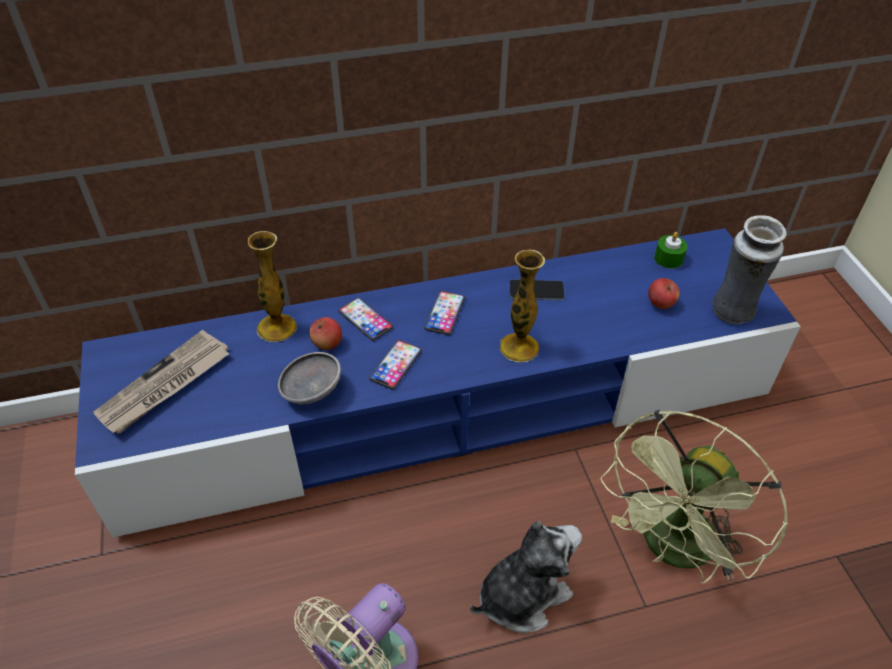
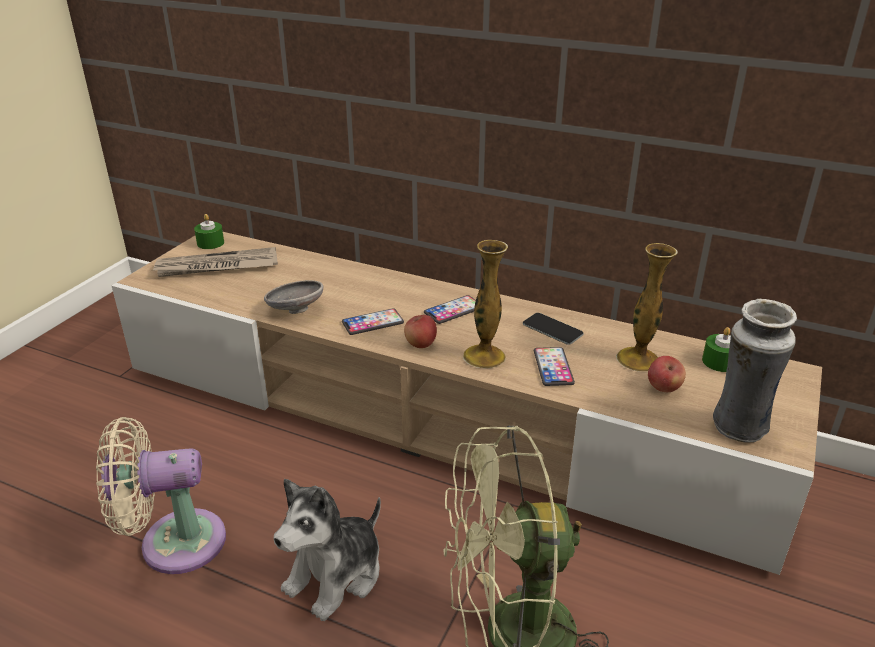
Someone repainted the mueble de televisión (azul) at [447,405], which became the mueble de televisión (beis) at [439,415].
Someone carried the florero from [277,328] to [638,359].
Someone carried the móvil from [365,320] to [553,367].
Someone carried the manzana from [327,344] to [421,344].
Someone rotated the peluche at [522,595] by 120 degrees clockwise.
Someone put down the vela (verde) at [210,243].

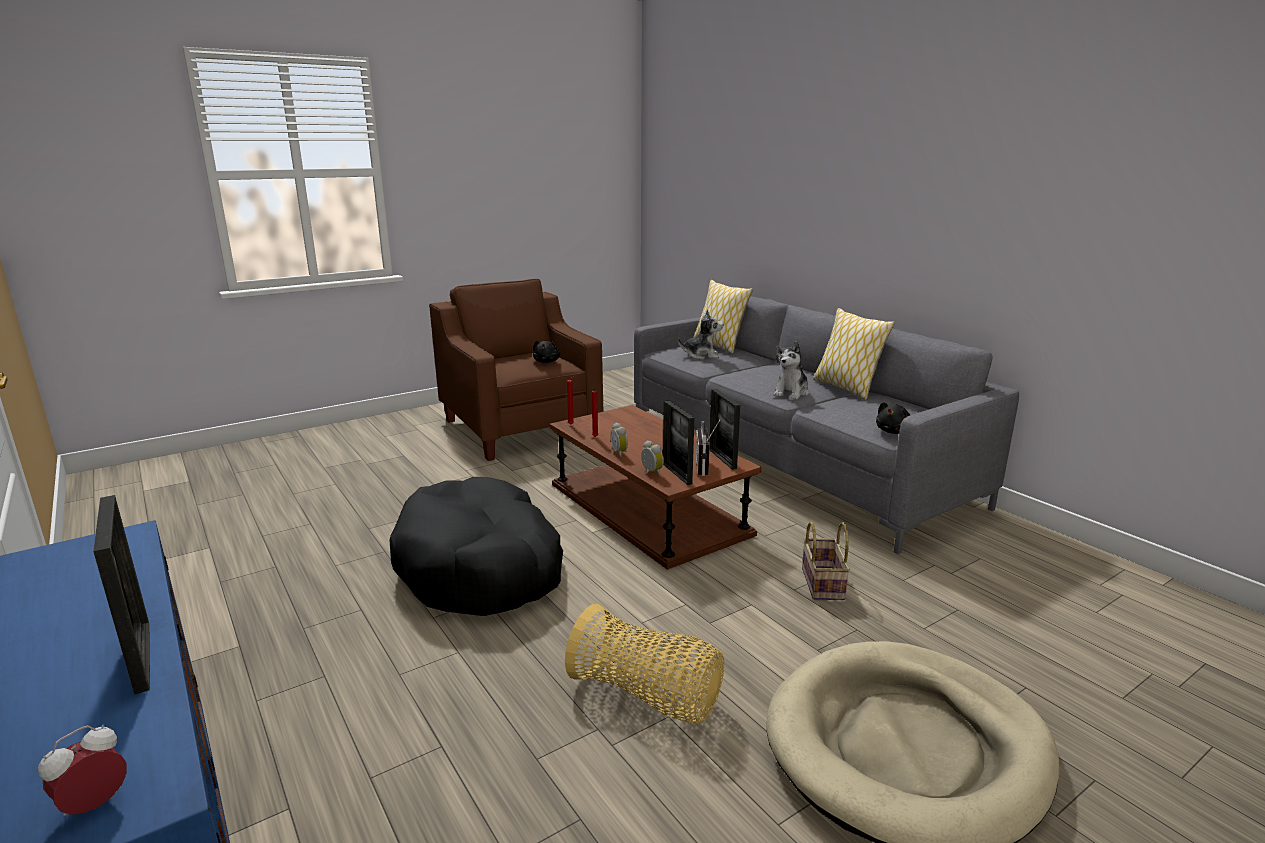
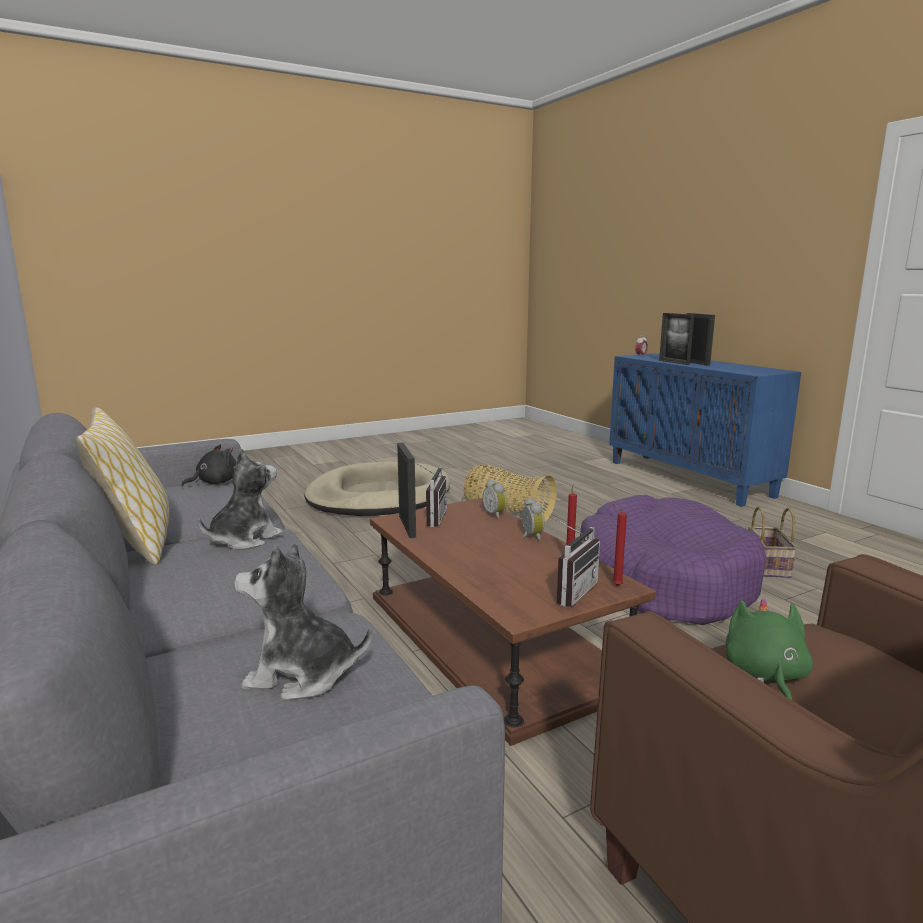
Someone took away the cojín at [719,346].
Someone repainted the peluche (negro) at [547,361], which became the peluche (verde) at [764,676].
Someone carried the portarretratos from [677,473] to [695,363].
Someone repainted the cama para perro (negro) at [481,567], which became the cama para perro (morado) at [664,580].
Someone carried the cesta from [821,582] to [769,566].
Someone put down the radio at [570,591].

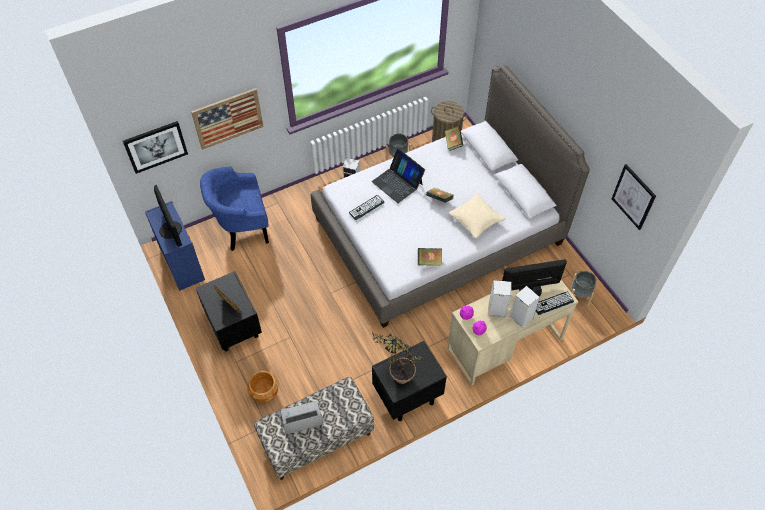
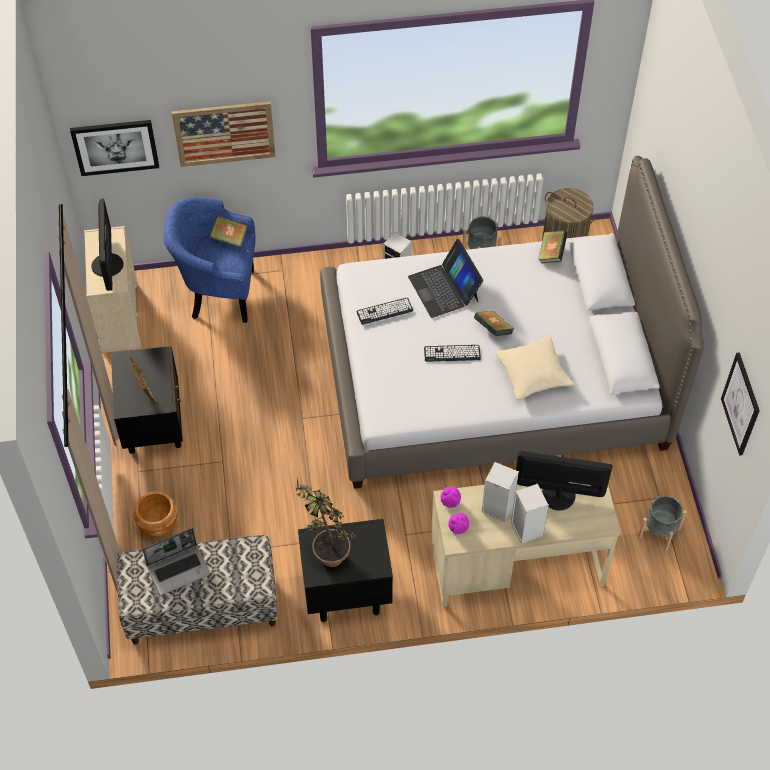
Someone repainted the cómoda (azul) at [182,263], which became the cómoda (beis) at [120,317].
Someone carried the libro from [429,261] to [229,238].
Someone carried the teclado from [553,303] to [452,353].
Someone rotated the portátil at [301,419] by 150 degrees clockwise.

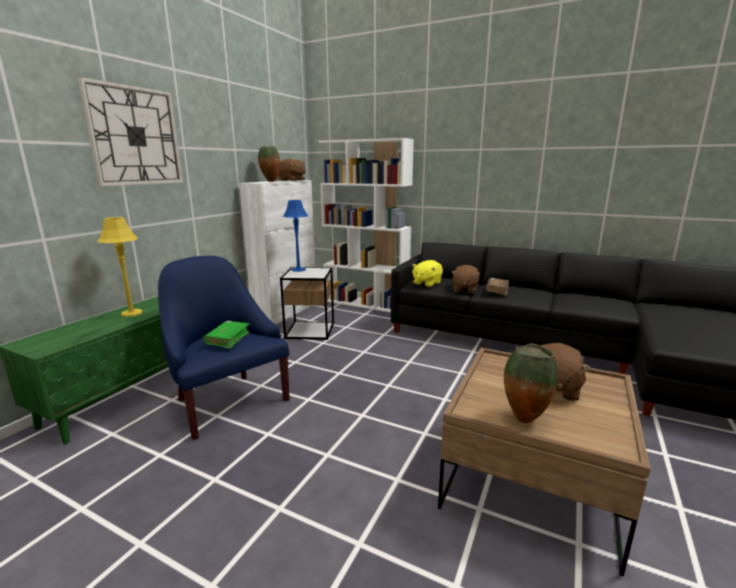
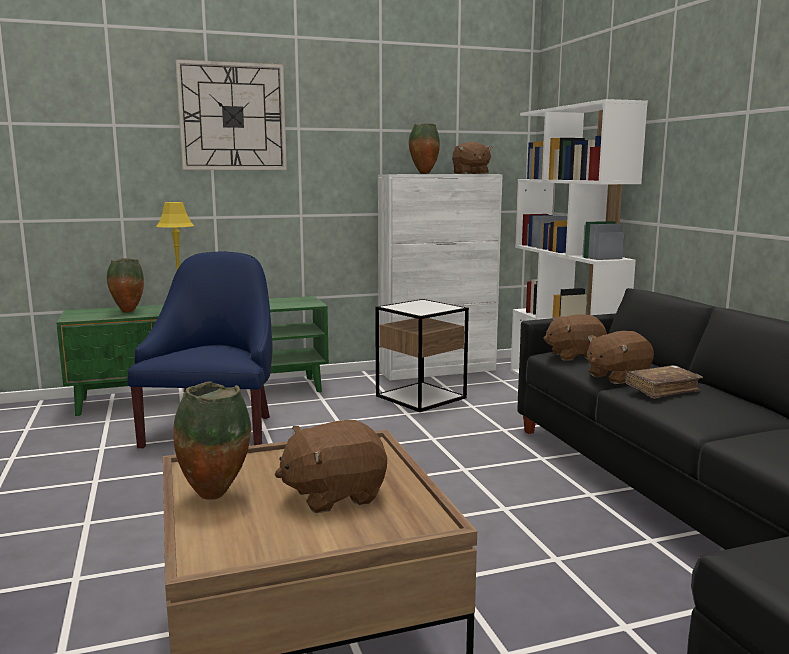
Someone took away the lámpara de mesa (azul) at [298,269].
Someone repainted the peluche (amarillo) at [426,283], which became the peluche (marrón) at [574,356].
Someone took away the libro (verde) at [228,339].
Someone put down the florero at [127,311].

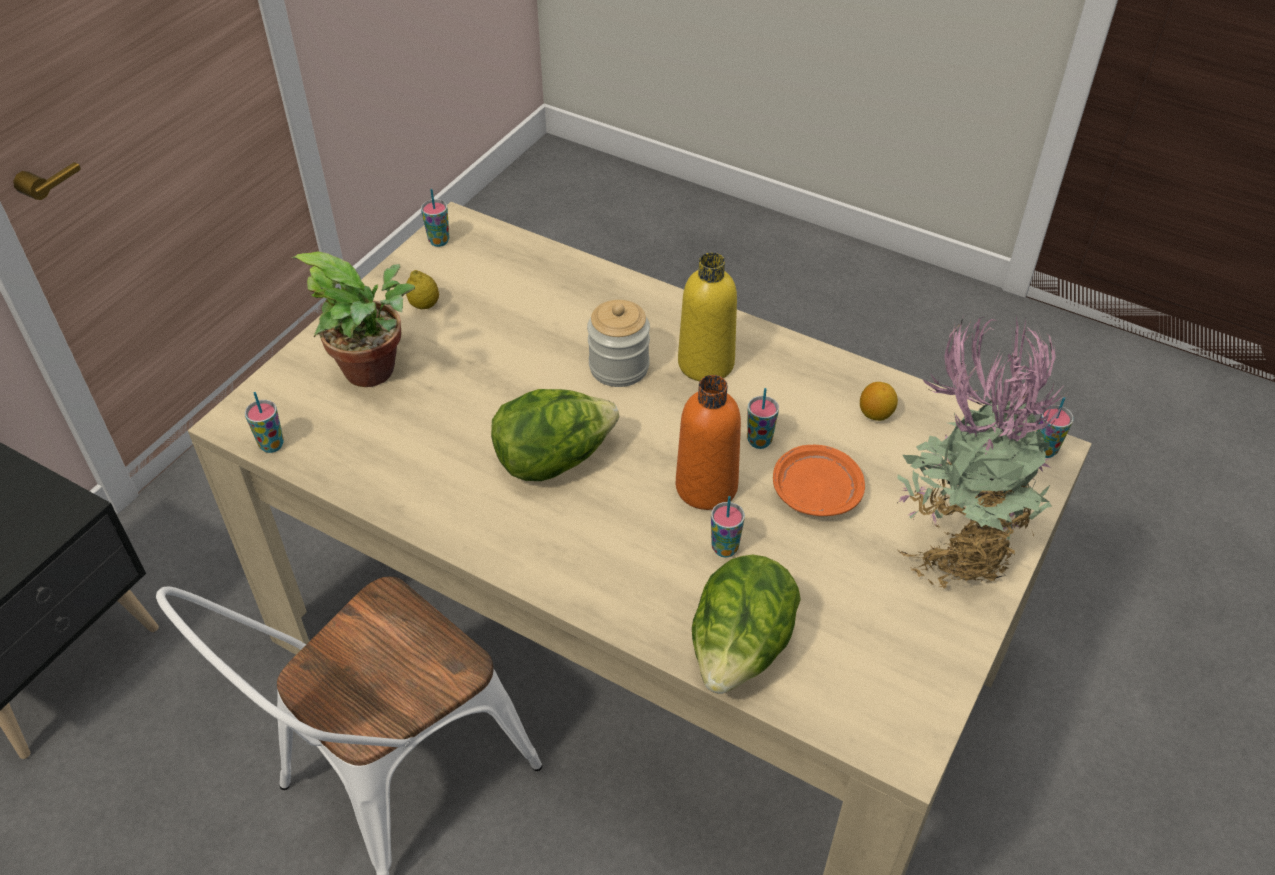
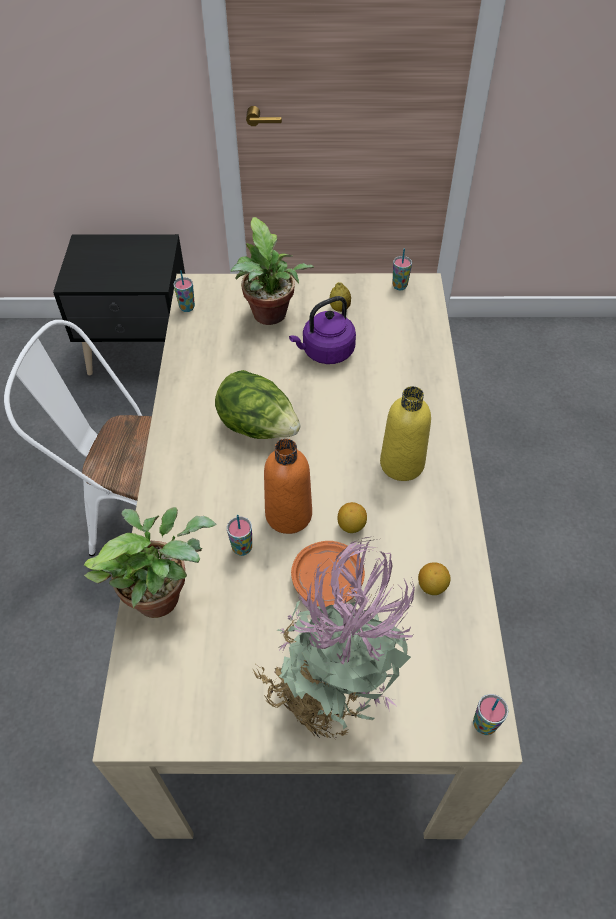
Someone took away the tarro at [619,367].
Someone swapped the taza at [759,441] for the limón at [351,526].
Someone swapped the lechuga at [740,650] for the planta en maceta at [163,594].
Someone put down the hervidor (morado) at [325,352].

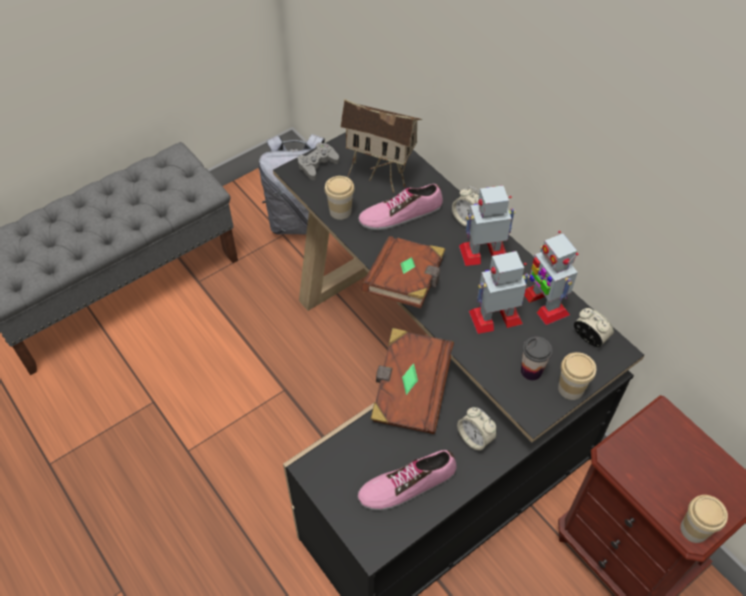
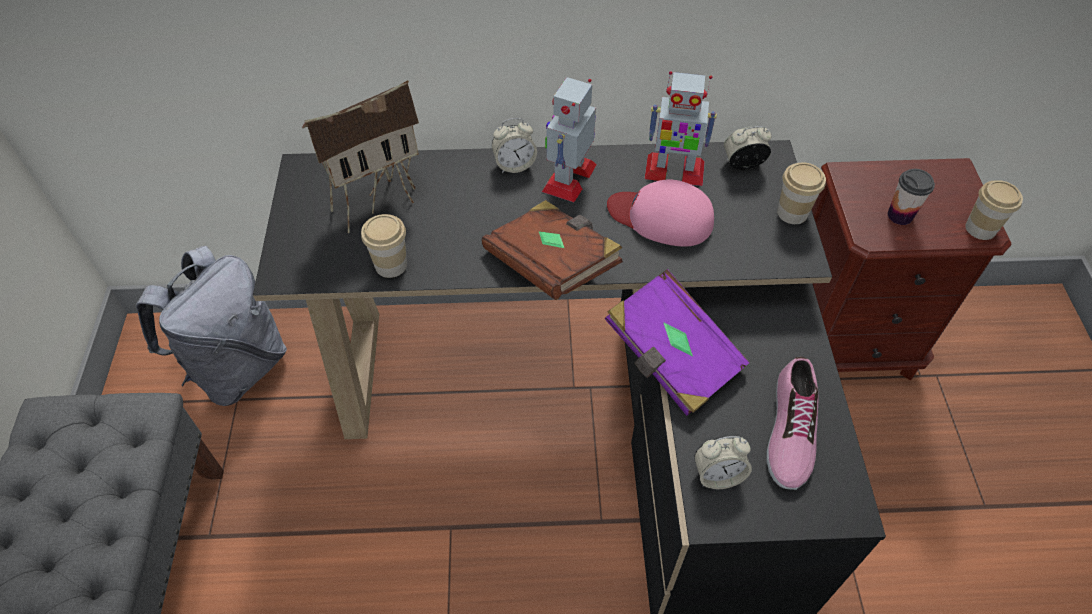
Someone took away the mando de consola (gris) at [317,164].
Someone took away the zapato at [400,214].
Someone swapped the robot de juguete at [496,317] for the gorra (rosa) at [661,217].
Someone repainted the libro (marrón) at [409,391], which became the libro (morado) at [671,357].
Someone carried the taza from [531,371] to [900,215].
Someone carried the despertador from [475,438] to [717,475].

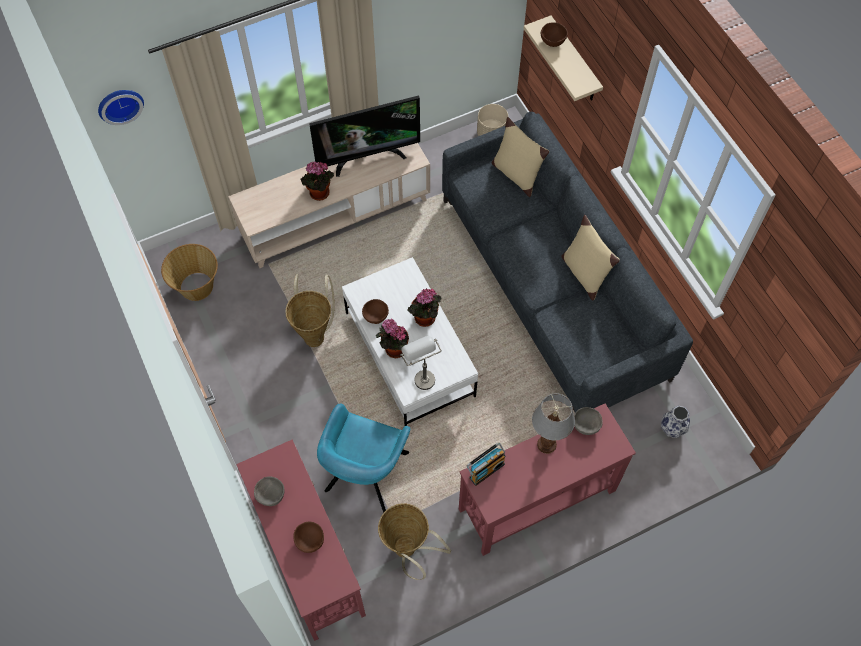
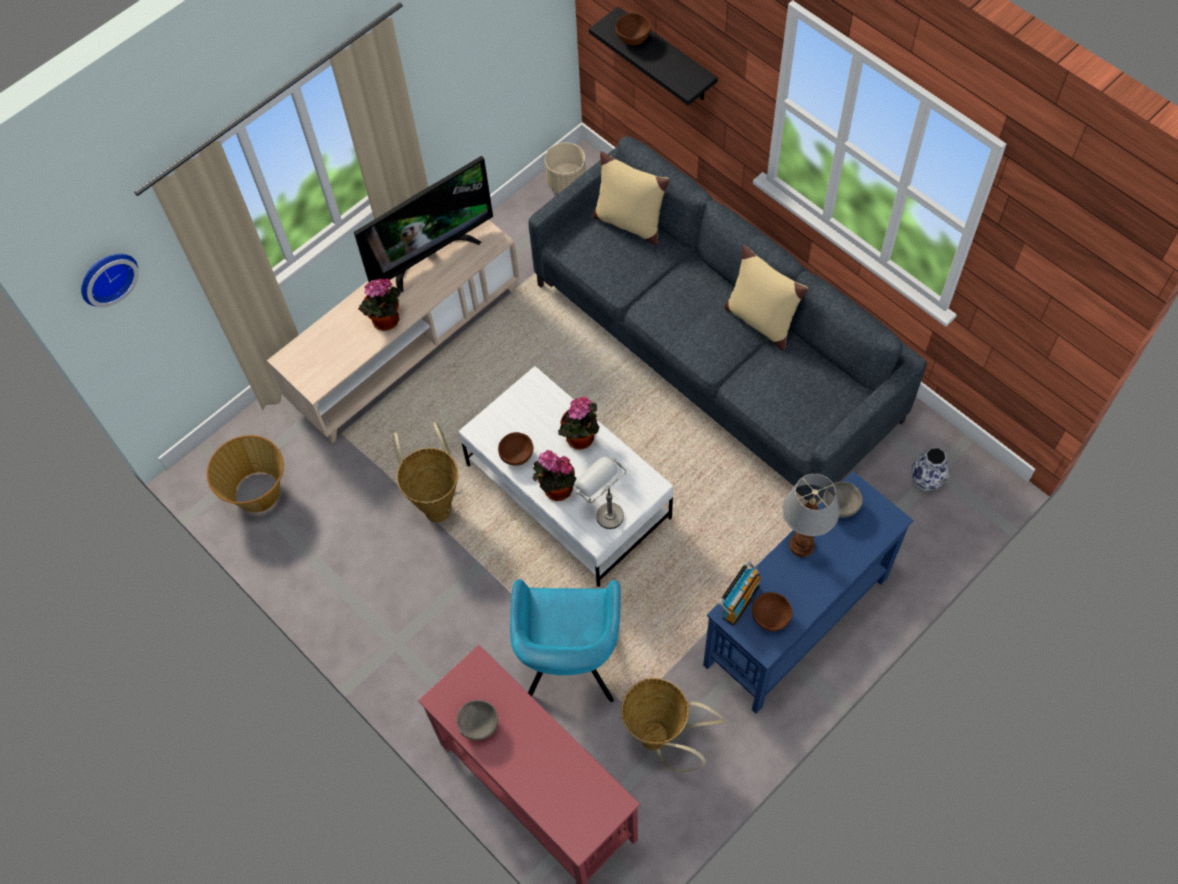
Someone repainted the estante (beis) at [574,61], which became the estante (negro) at [666,56].
Someone repainted the mesa consola (rojo) at [536,499], which became the mesa consola (azul) at [795,621].
Someone carried the cuenco (marrón) from [309,541] to [770,618].

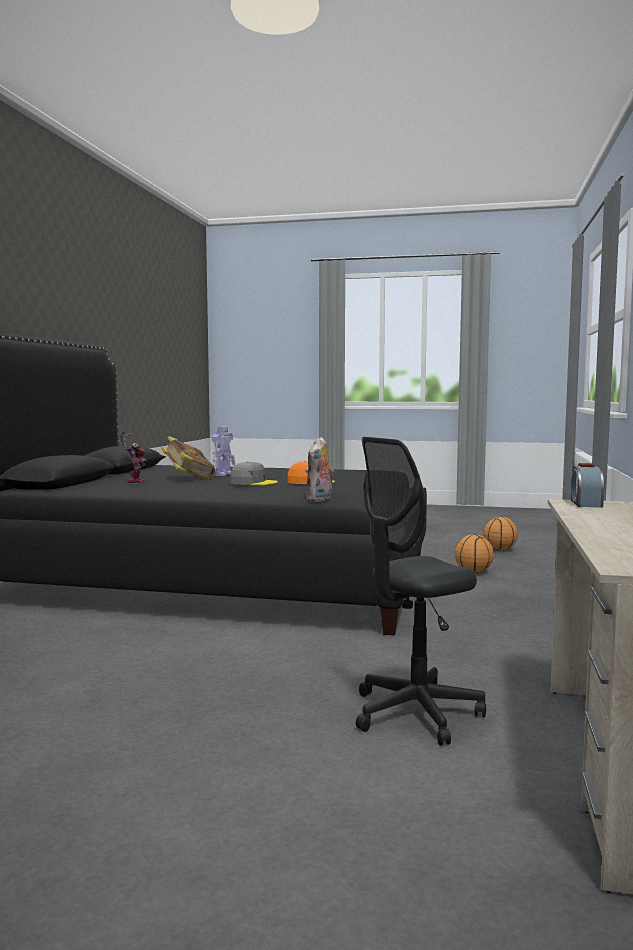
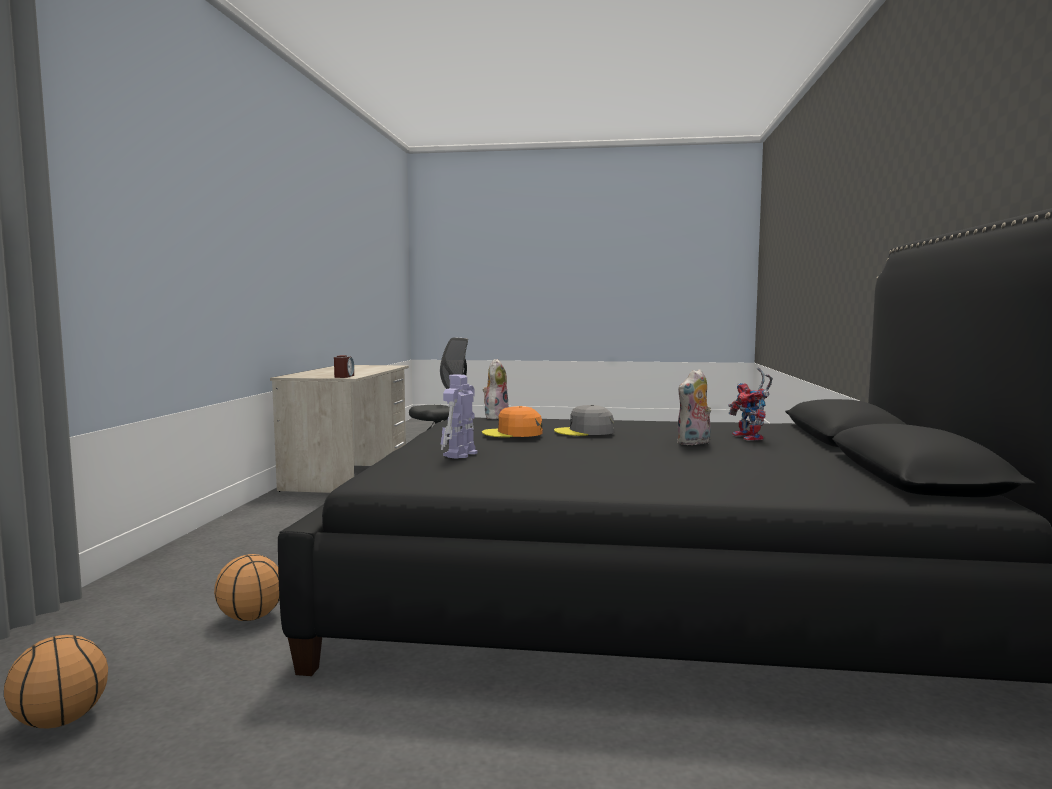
Someone carried the robot de juguete from [223,474] to [459,454].
Someone swapped the libro at [188,478] for the peluche at [694,443].

